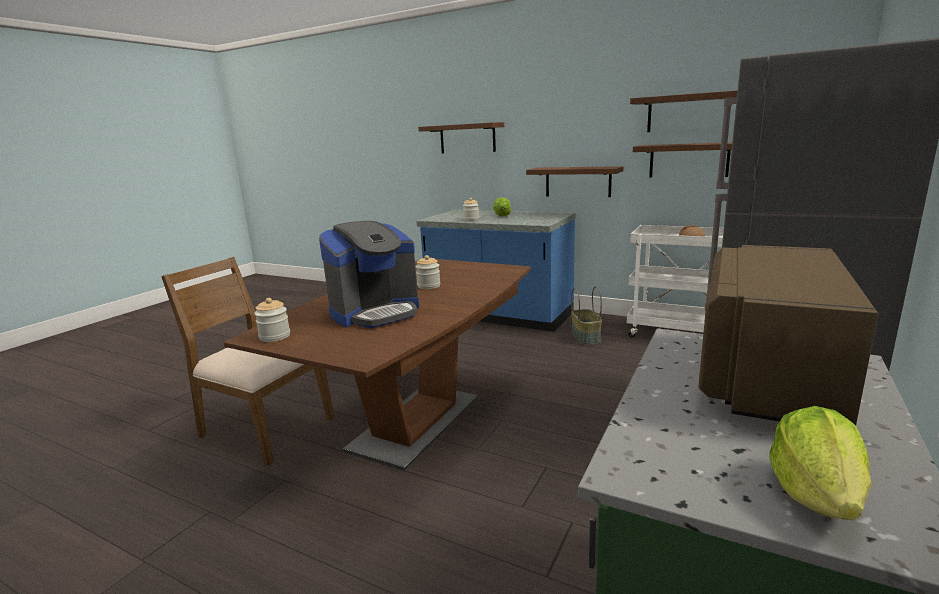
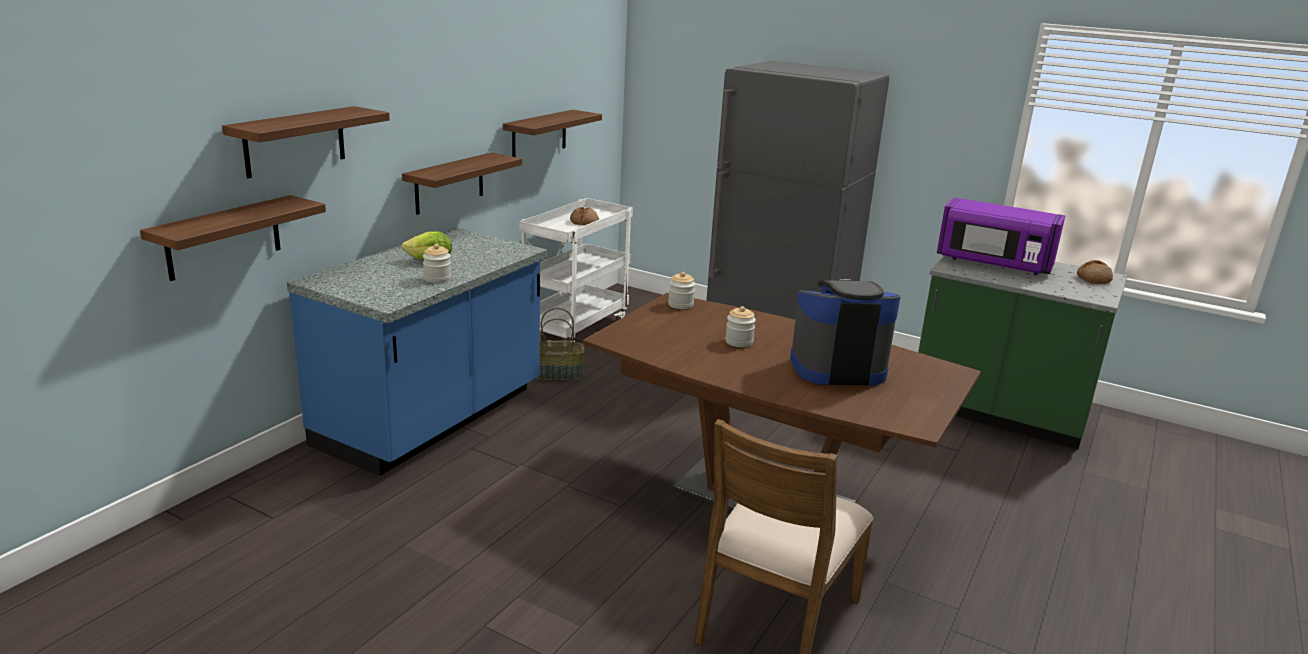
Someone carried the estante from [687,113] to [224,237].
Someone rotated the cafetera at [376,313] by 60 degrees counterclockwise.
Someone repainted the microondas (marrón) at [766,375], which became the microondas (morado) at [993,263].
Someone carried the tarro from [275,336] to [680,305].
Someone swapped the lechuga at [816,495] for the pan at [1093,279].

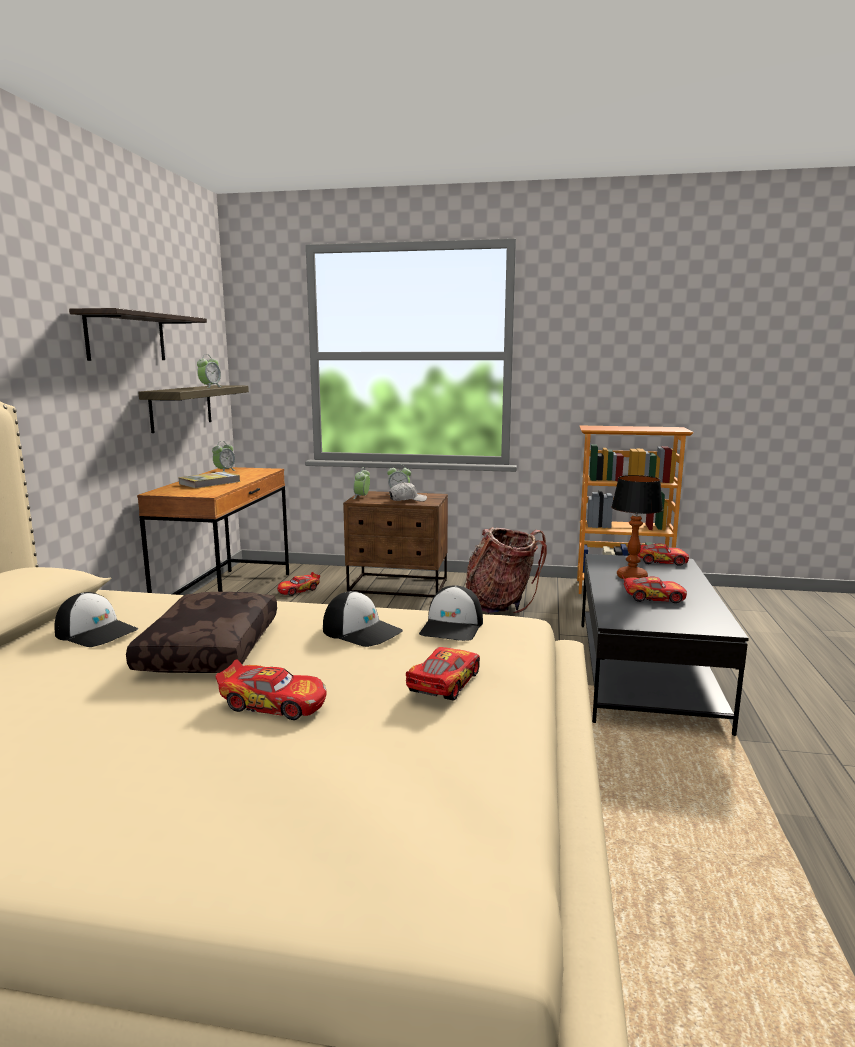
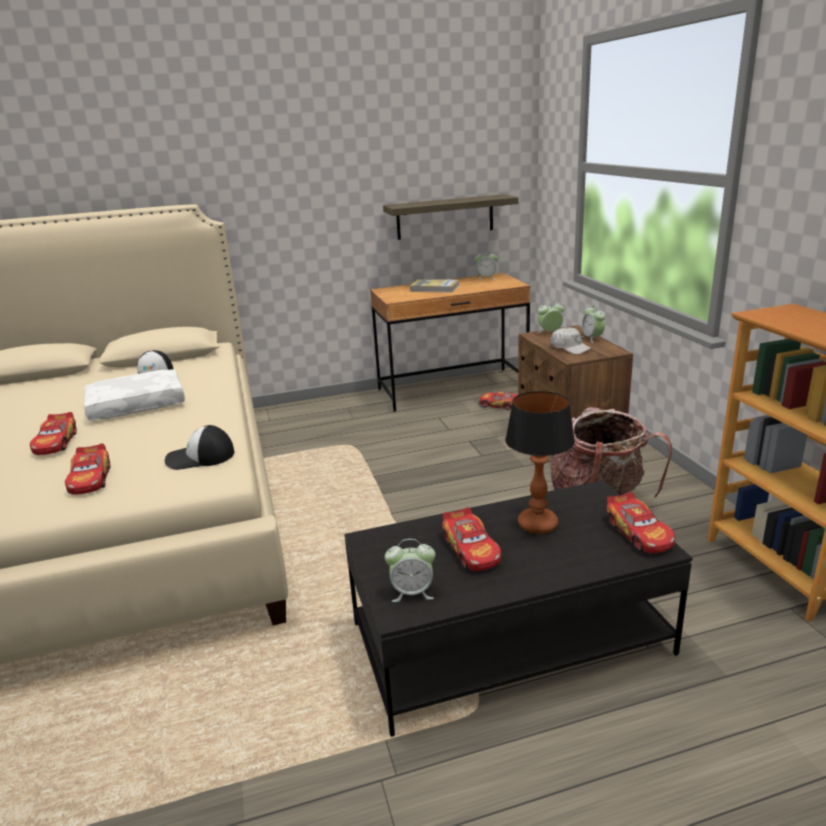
Someone took away the estante at [126,337].
Someone carried the despertador from [210,387] to [412,592].
Someone took away the gorra at [362,631].
Someone repainted the cojín (marrón) at [208,648], which became the cojín (blanco) at [137,404].
Someone rotated the coche de juguete at [443,683] by 75 degrees clockwise.

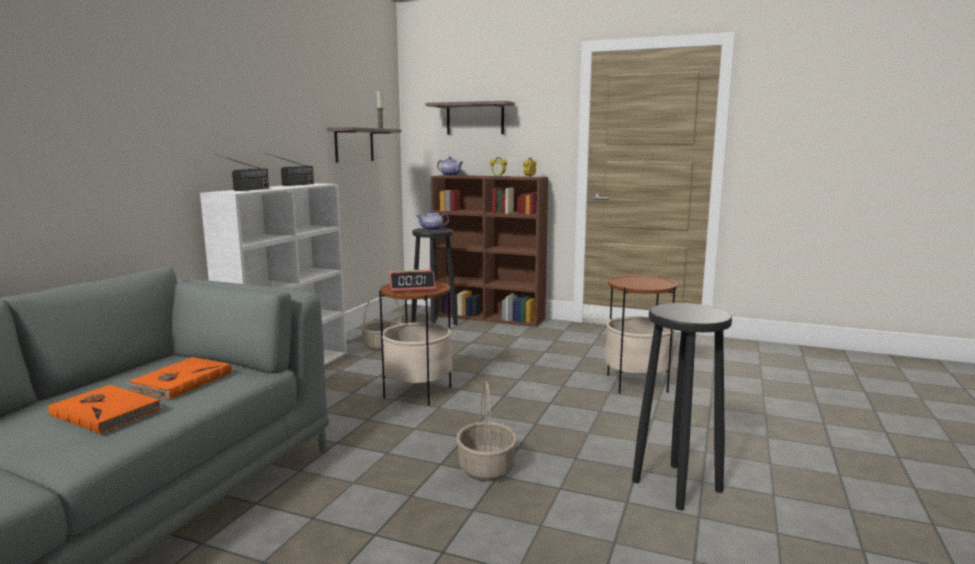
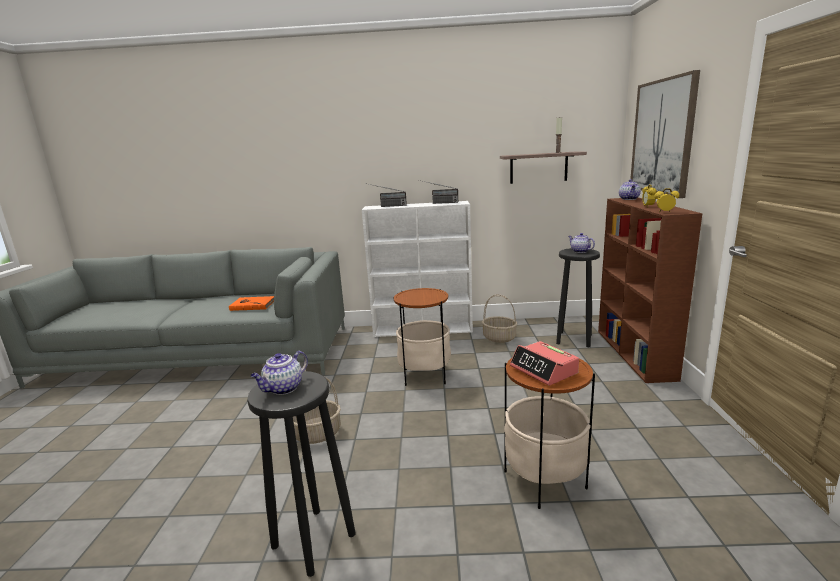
Someone swapped the estante at [475,118] for the cuadro at [662,137].
Someone carried the despertador from [412,287] to [544,370].
Someone took away the libro (naranja) at [107,412].
Someone put down the tetera at [283,389].

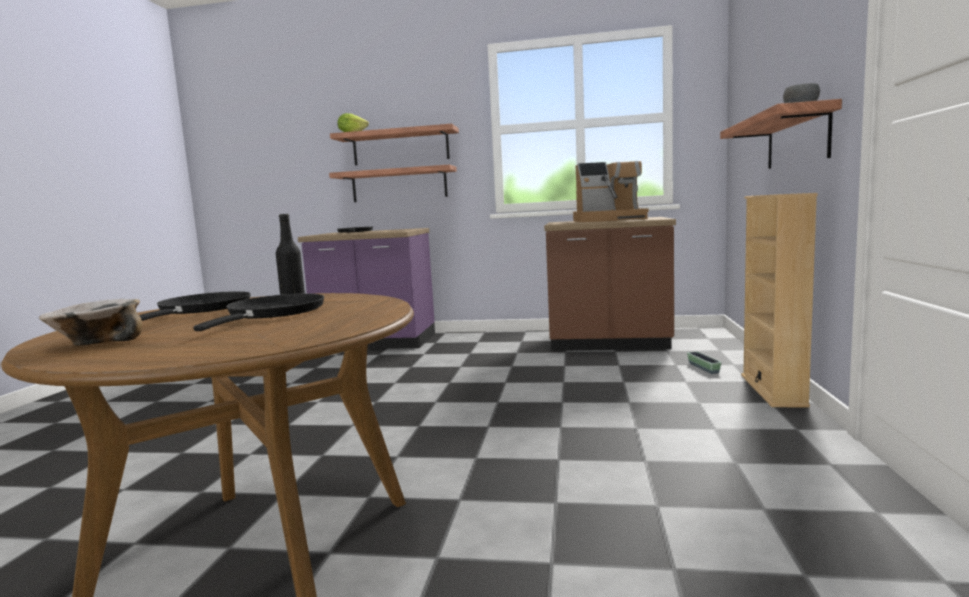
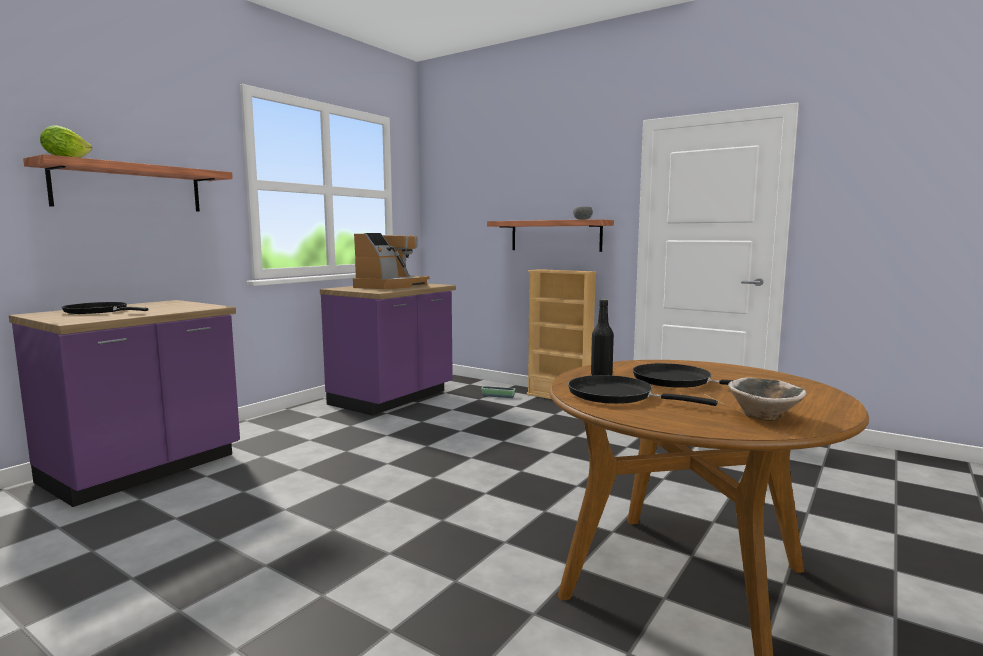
Someone took away the estante at [399,185].
Someone repainted the mueble bajo de cocina (marrón) at [608,343], which became the mueble bajo de cocina (morado) at [393,398].

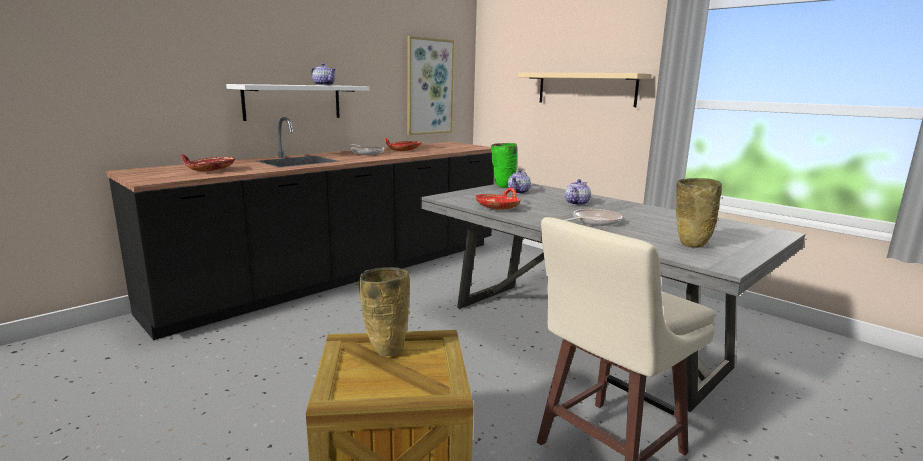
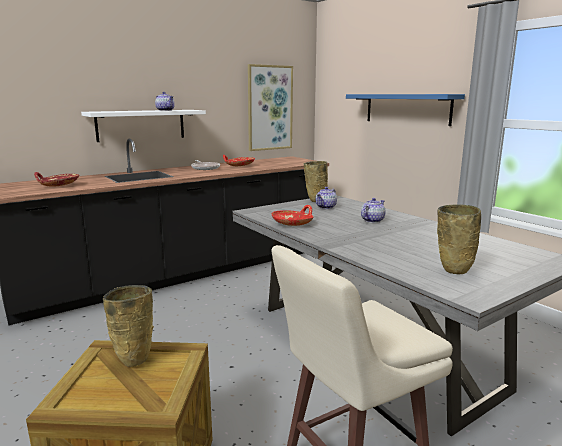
Someone repainted the estante (beis) at [586,89], which became the estante (azul) at [407,108].
Someone repainted the florero (verde) at [502,186], which became the florero (beis) at [315,201].
Someone took away the sartén at [594,221].

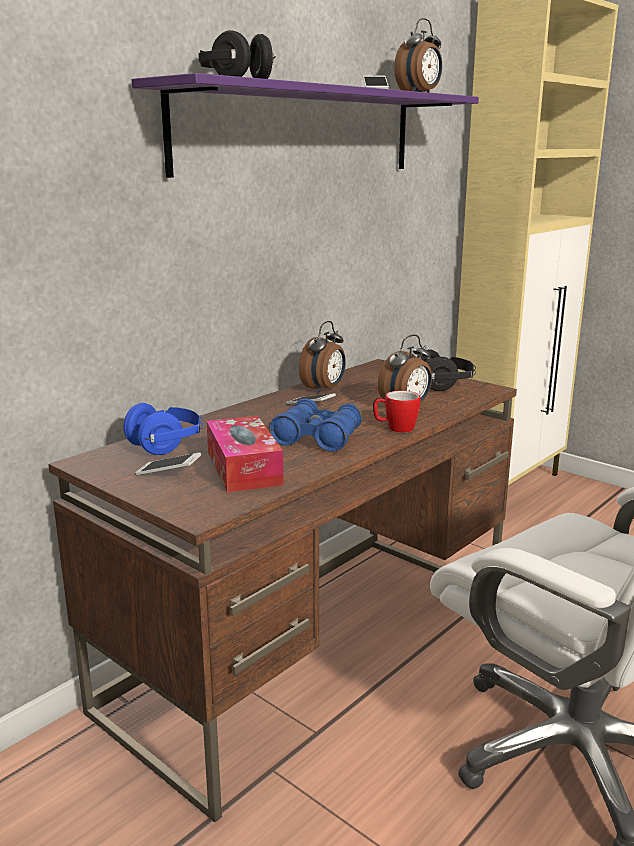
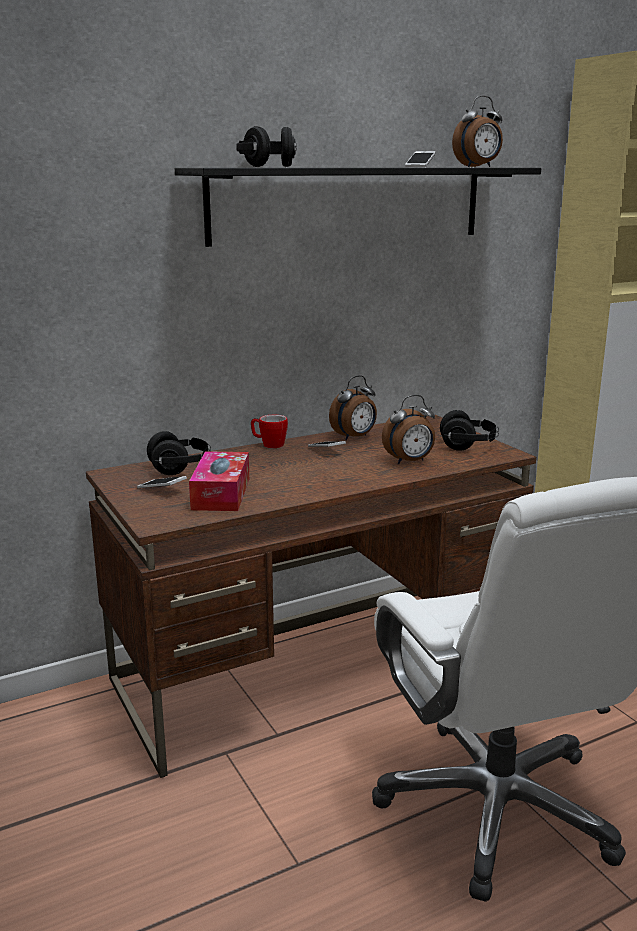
Someone repainted the estante (morado) at [301,132], which became the estante (negro) at [350,204].
Someone carried the taza grande from [395,428] to [269,445].
Someone took away the prismáticos (azul) at [317,438].
Someone repainted the auriculares (azul) at [166,445], which became the auriculares (negro) at [180,468].

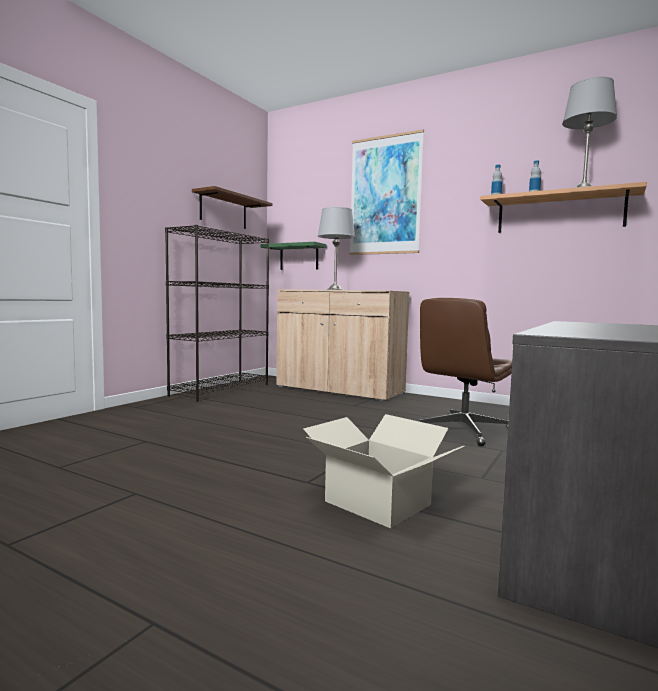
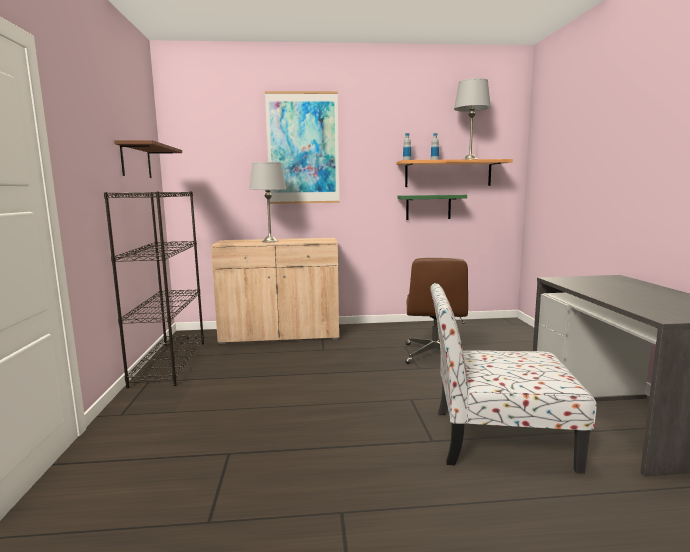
Someone carried the estante (verde) from [299,257] to [428,207].
Someone swapped the caja de cartón at [378,502] for the silla at [497,439].

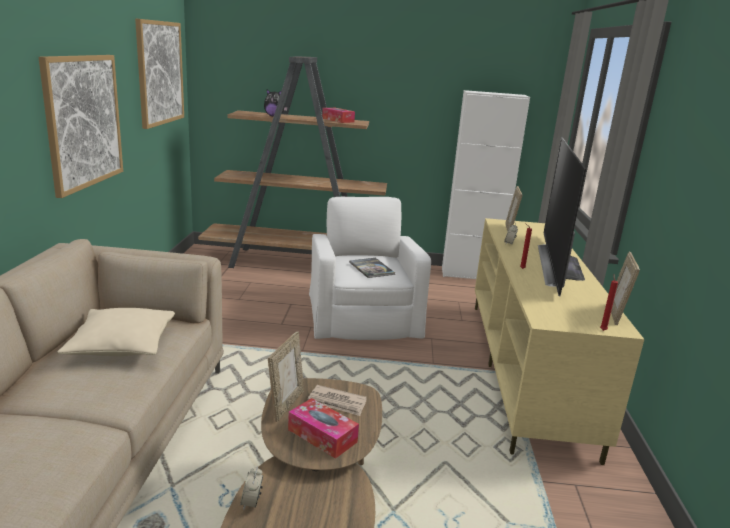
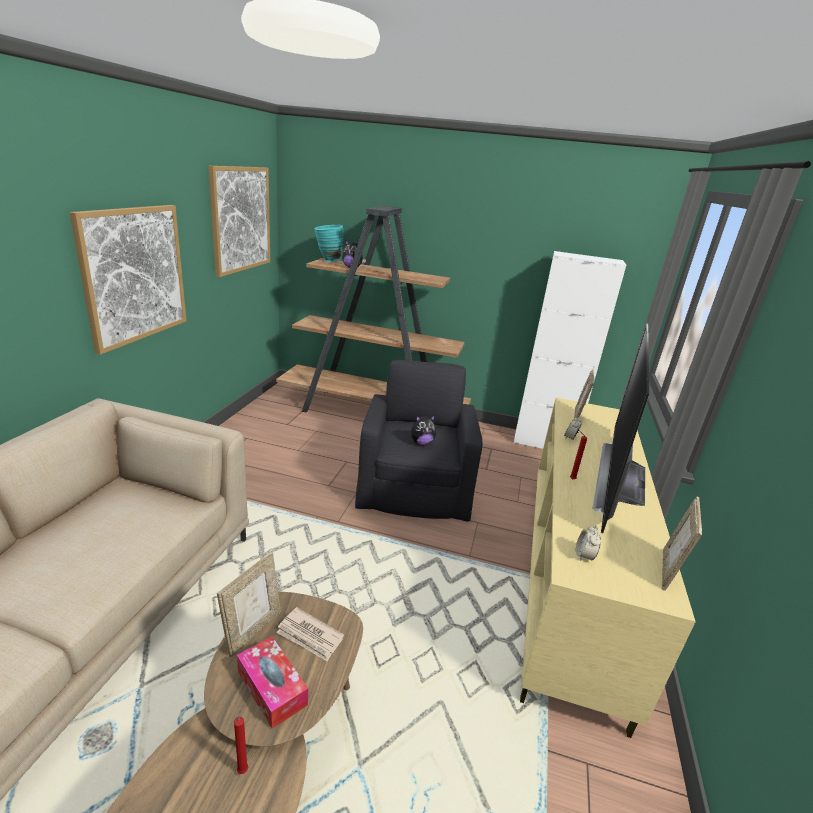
Someone took away the caja de pañuelos at [338,120].
Someone repainted the sillón (blanco) at [363,314], which became the sillón (negro) at [415,482].
Someone swapped the libro at [371,268] for the peluche at [421,442].
Someone carried the vela (rojo) from [602,330] to [243,769].
Someone took away the cojín (beis) at [122,345].
Someone carried the despertador from [251,502] to [584,555].
Someone put down the florero (turquesa) at [327,261].

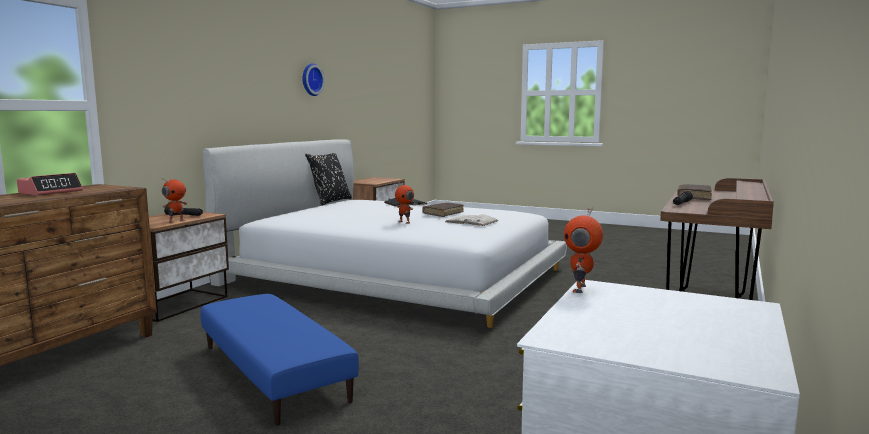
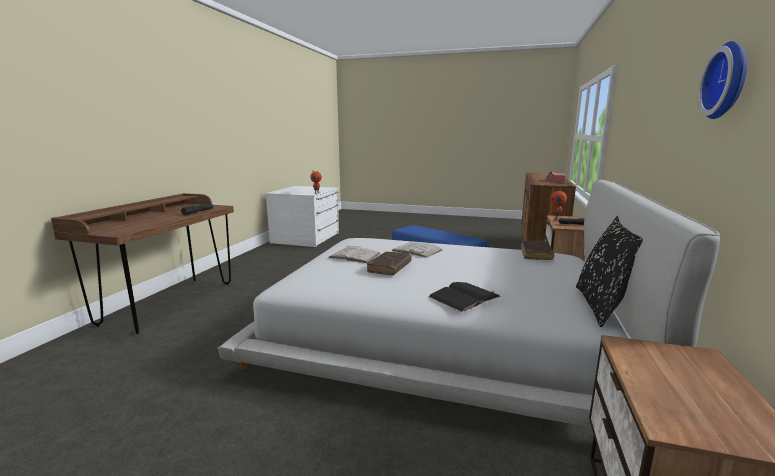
Someone swapped the robot de juguete at [405,222] for the libro (blanco) at [417,250].
Someone carried the libro (marrón) from [694,197] to [536,254].

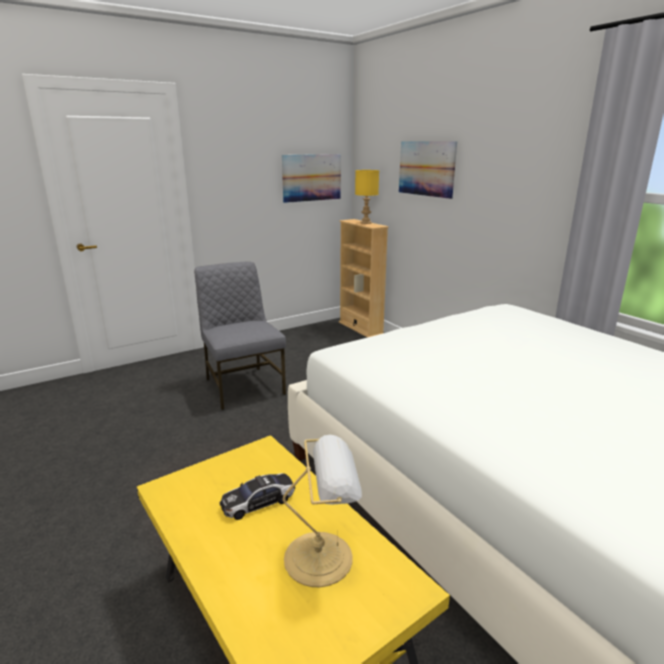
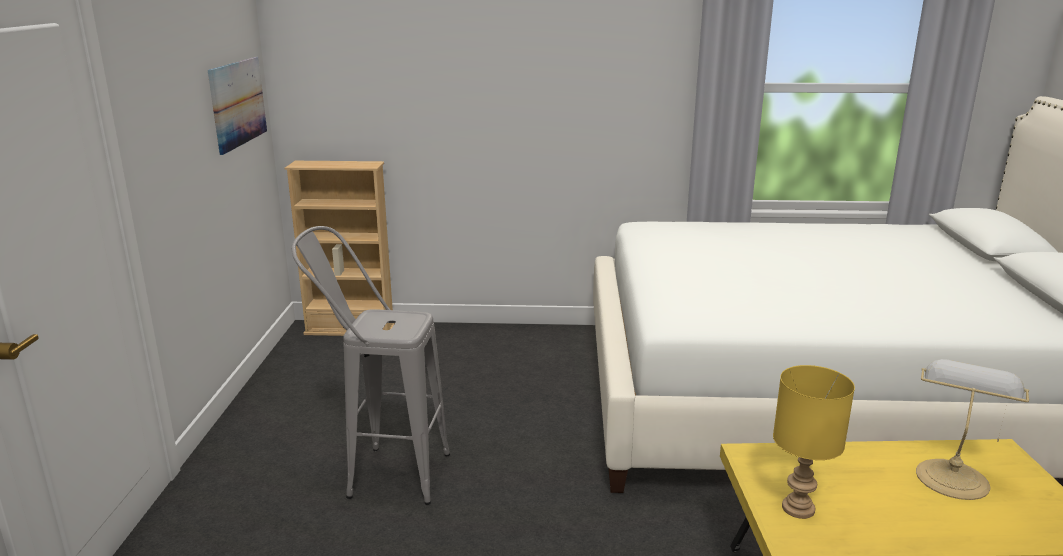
Someone took away the cuadro at [426,168].
Someone carried the lámpara de mesa (amarillo) from [366,223] to [799,508].
Someone swapped the silla (gris) at [243,386] for the taburete (gris) at [382,474].
Someone took away the coche de juguete at [258,502].

